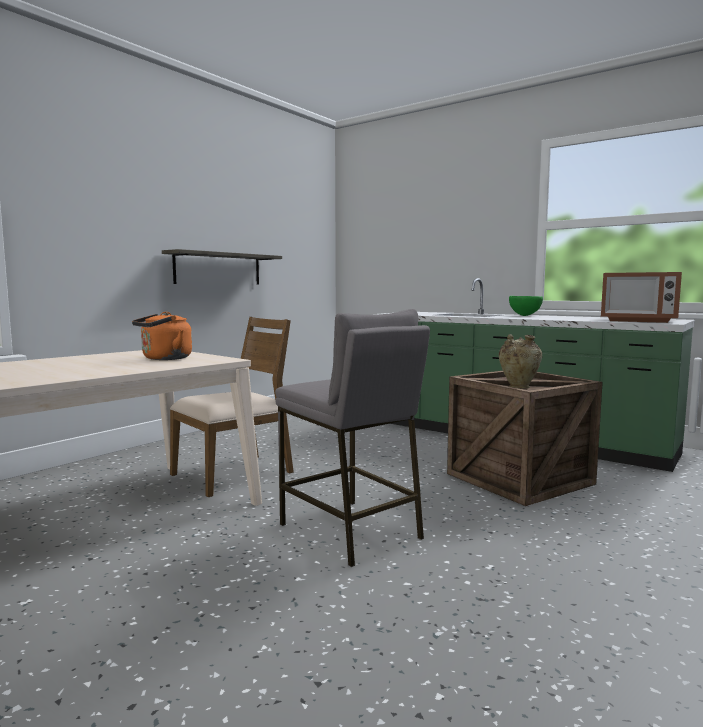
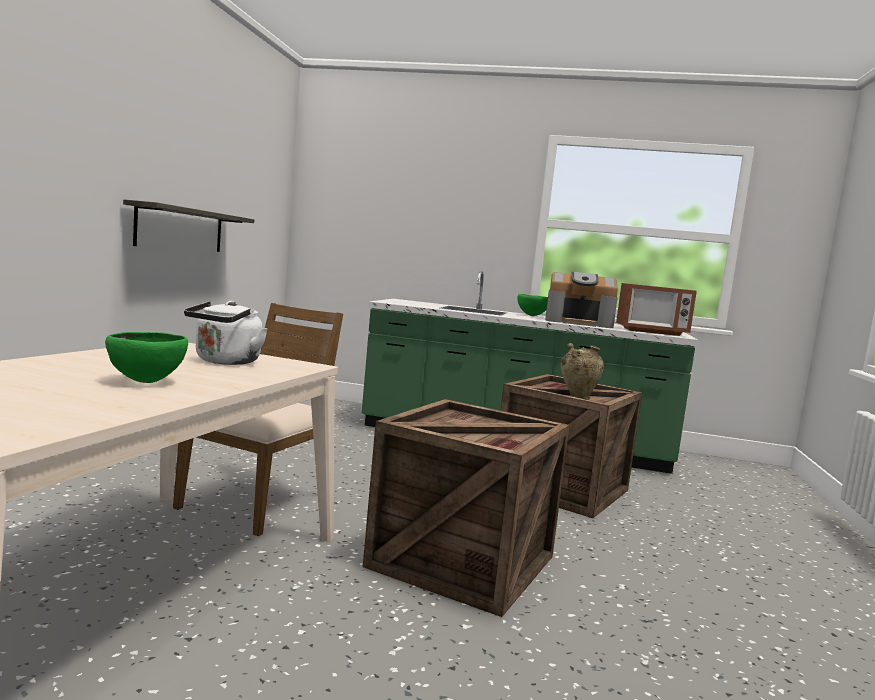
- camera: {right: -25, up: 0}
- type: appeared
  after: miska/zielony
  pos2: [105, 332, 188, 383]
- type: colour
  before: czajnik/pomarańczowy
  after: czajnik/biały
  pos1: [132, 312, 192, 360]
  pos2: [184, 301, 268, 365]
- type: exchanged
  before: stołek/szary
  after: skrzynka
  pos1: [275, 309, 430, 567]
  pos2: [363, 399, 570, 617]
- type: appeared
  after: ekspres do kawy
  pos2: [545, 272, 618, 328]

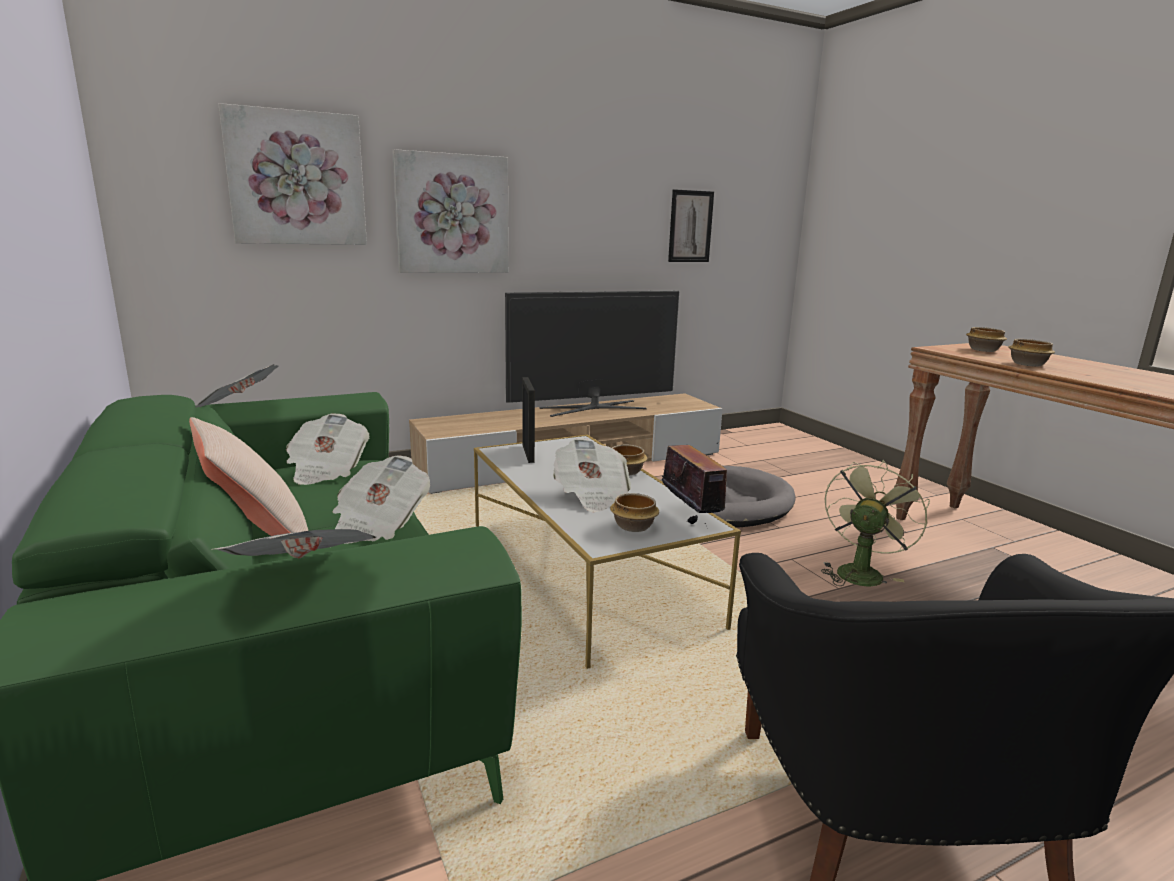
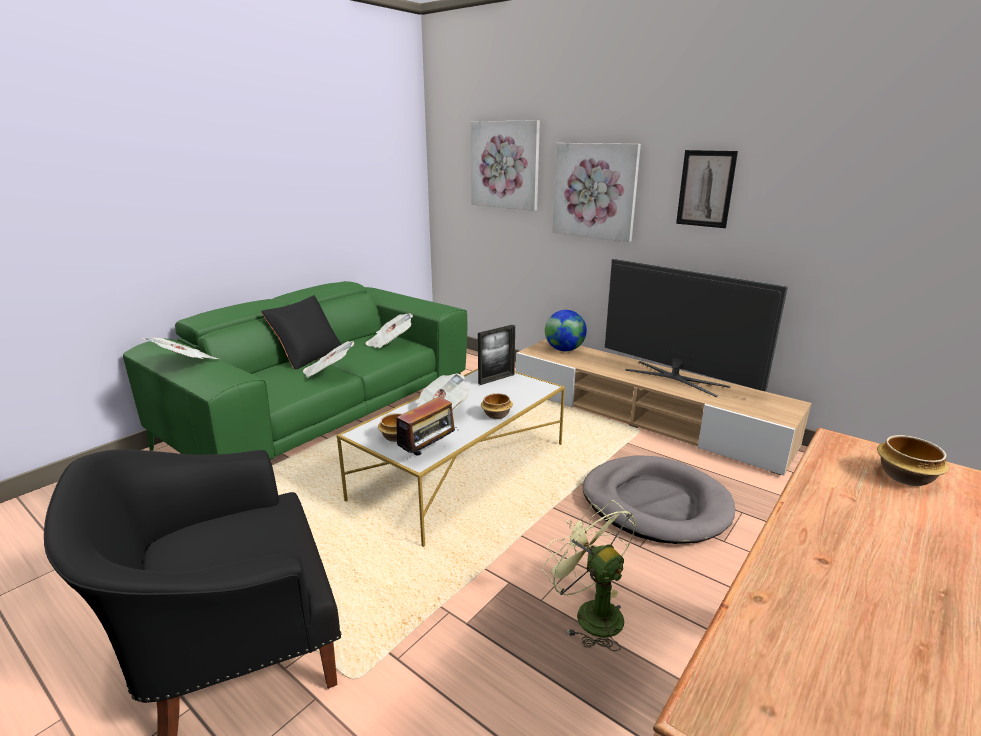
- camera: {right: 65, up: 5}
- type: colour
  before: poduszka/beżowy
  after: poduszka/czarny
  pos1: [189, 417, 308, 536]
  pos2: [261, 295, 342, 370]
- type: spun
  before: wentylator/zielony
  pos1: [821, 460, 930, 586]
  pos2: [542, 500, 636, 651]
  turn: -135
- type: appeared
  after: globus
  pos2: [545, 310, 587, 351]
- type: relocated
  before: obraz
  pos1: [668, 189, 714, 262]
  pos2: [676, 150, 738, 228]
- type: missing
  before: gazeta
  pos1: [195, 364, 279, 408]
- type: missing
  before: miska
  pos1: [1008, 339, 1055, 367]

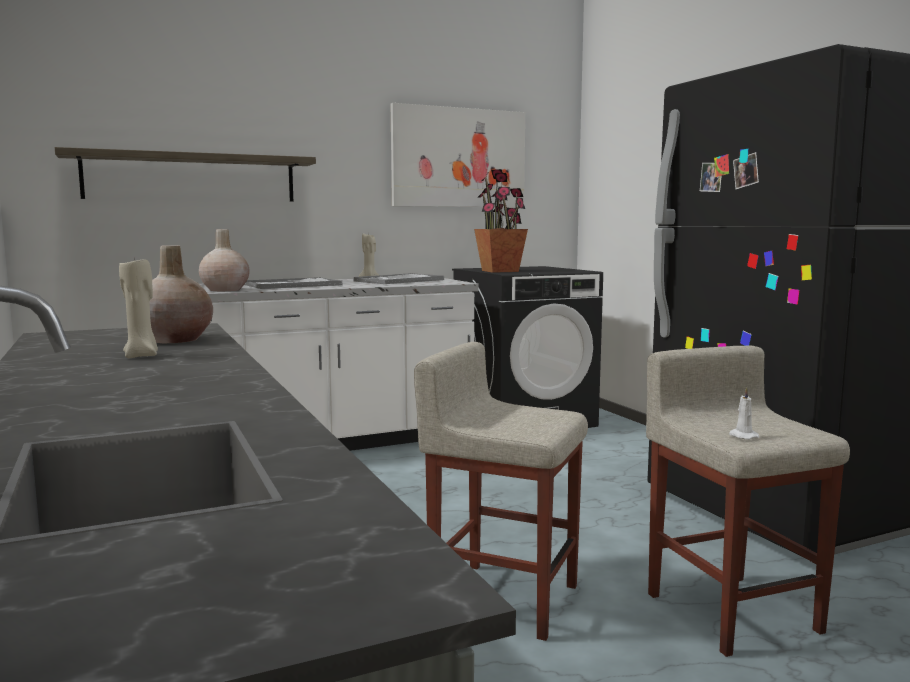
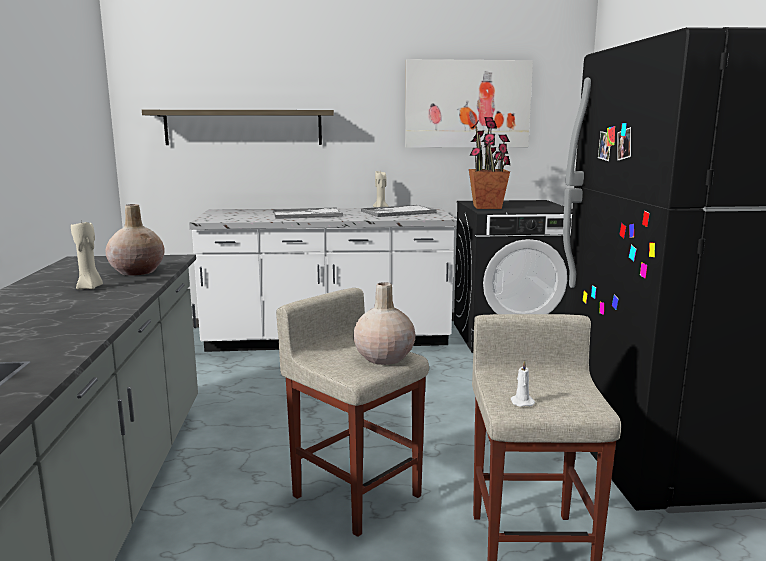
- camera: {right: 20, up: 5}
- type: relocated
  before: wazon/beżowy
  pos1: [199, 229, 250, 291]
  pos2: [353, 282, 415, 365]

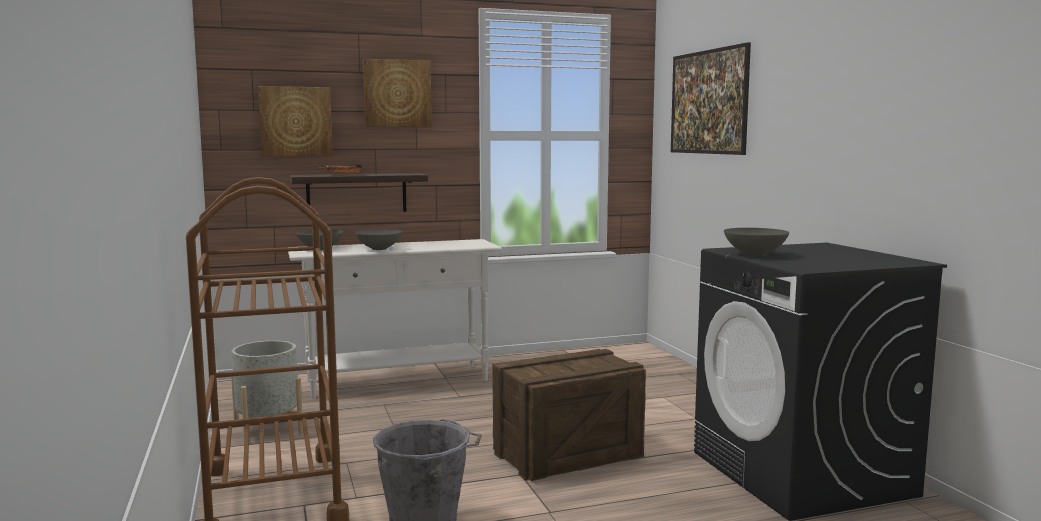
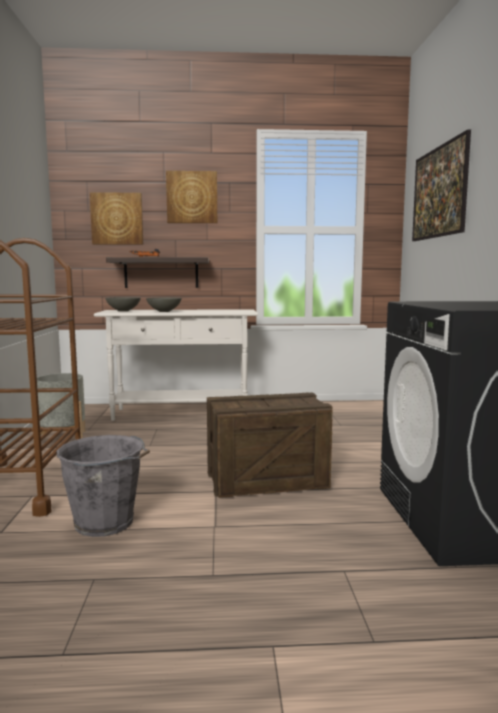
- camera: {right: 15, up: 0}
- type: missing
  before: miska/szary
  pos1: [724, 228, 789, 256]

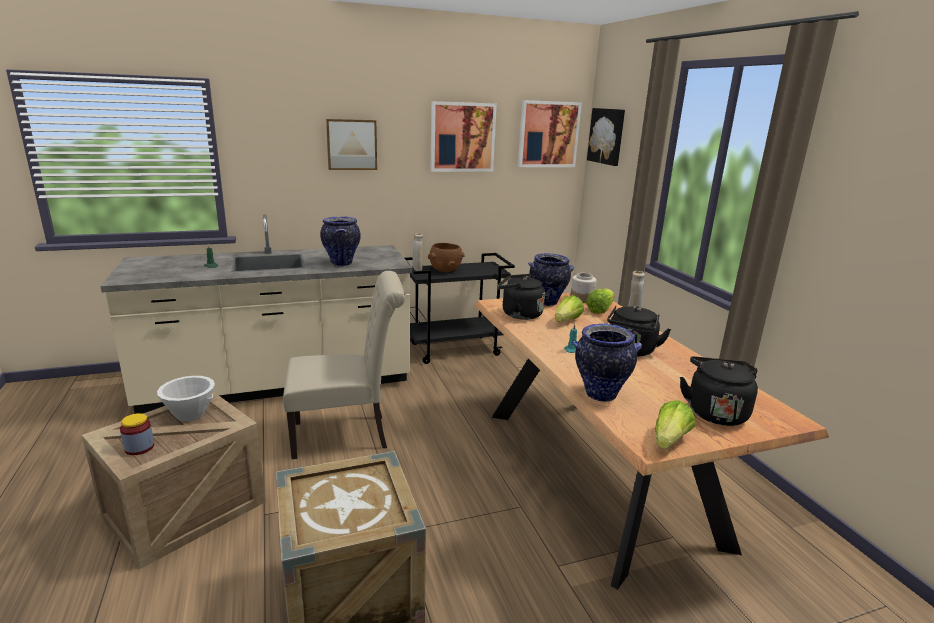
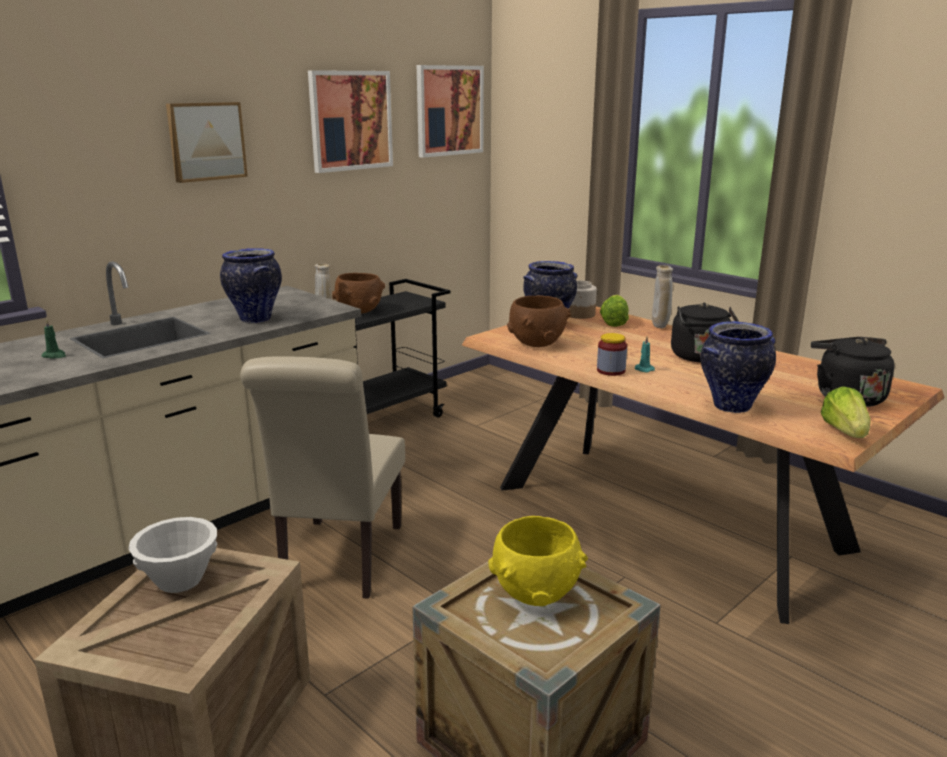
- camera: {right: -25, up: 0}
- type: spun
  before: krzesło/beżowy
  pos1: [283, 271, 405, 459]
  pos2: [240, 356, 405, 599]
  turn: 135
- type: appeared
  after: miska/żółty
  pos2: [488, 516, 588, 606]
- type: exchanged
  before: czajnik/czarny
  after: miska/brązowy
  pos1: [497, 274, 545, 320]
  pos2: [507, 295, 571, 347]
- type: relocated
  before: słoik
  pos1: [120, 413, 154, 455]
  pos2: [597, 333, 627, 376]
- type: missing
  before: sałata
  pos1: [555, 295, 584, 322]
- type: missing
  before: obraz
  pos1: [587, 108, 625, 166]

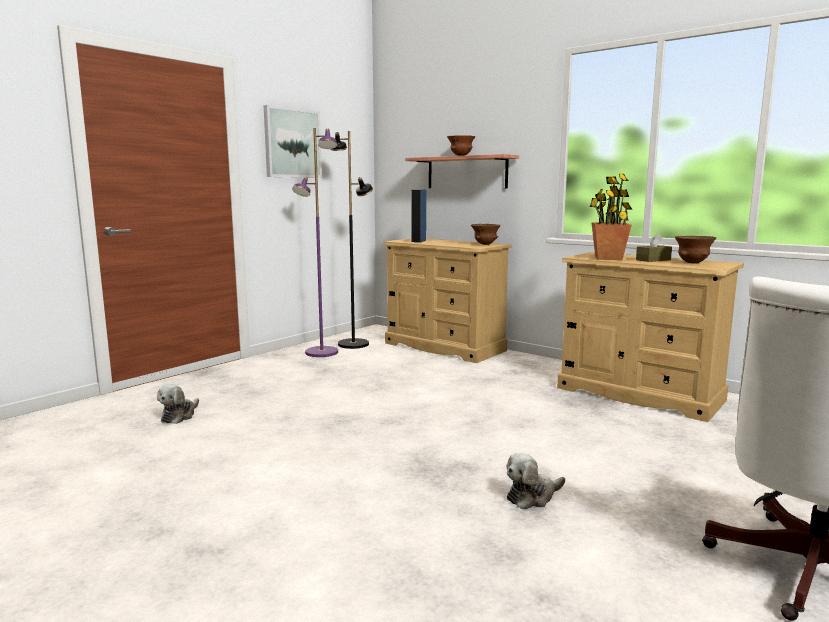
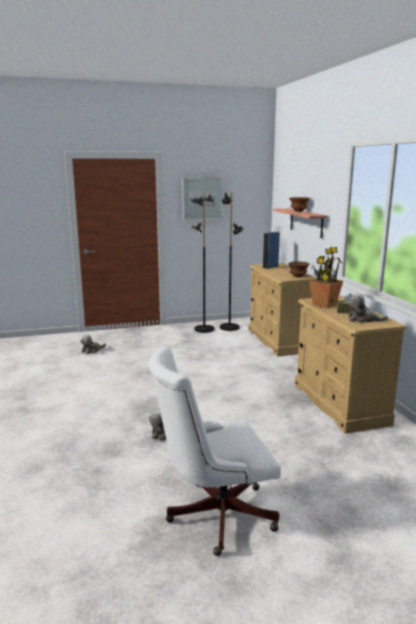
- camera: {right: 35, up: 5}
- type: colour
  before: lampa stojąca/fioletowy
  after: lampa stojąca/czarny
  pos1: [292, 128, 338, 357]
  pos2: [191, 193, 214, 333]
- type: exchanged
  before: miska/brązowy
  after: pluszak
  pos1: [675, 236, 716, 264]
  pos2: [347, 294, 388, 323]

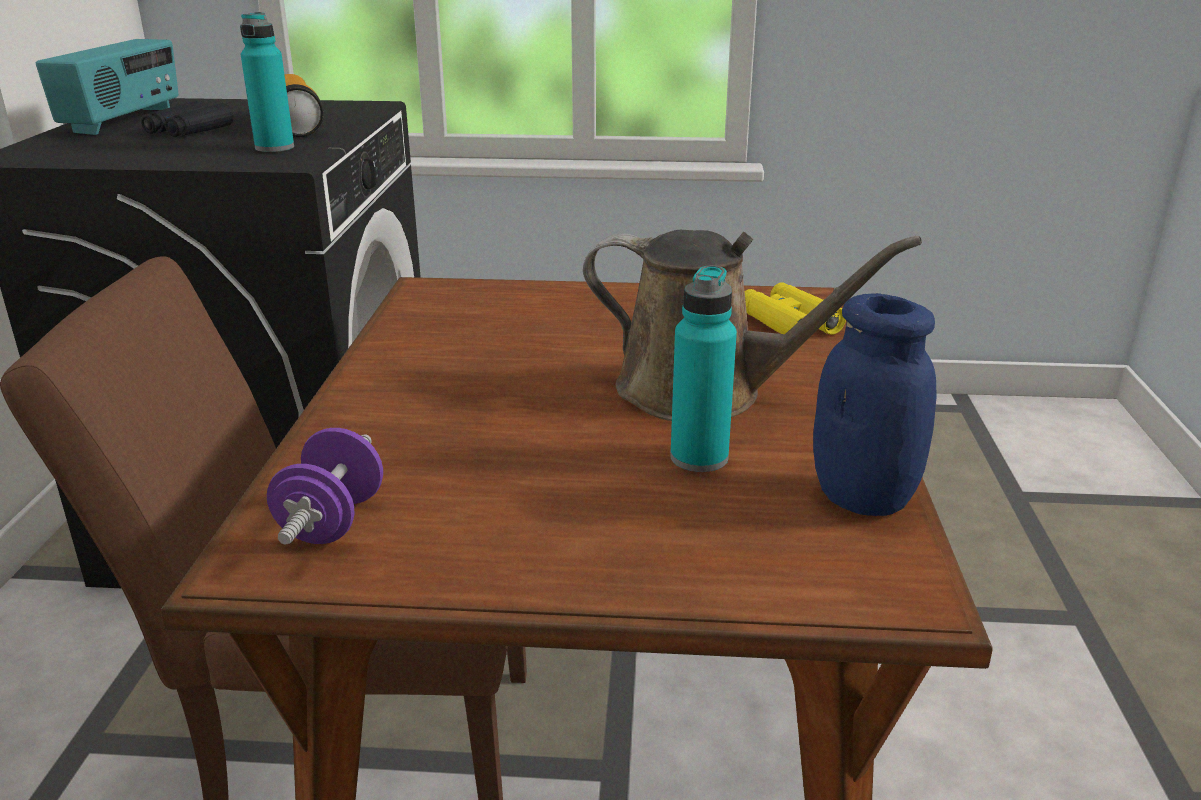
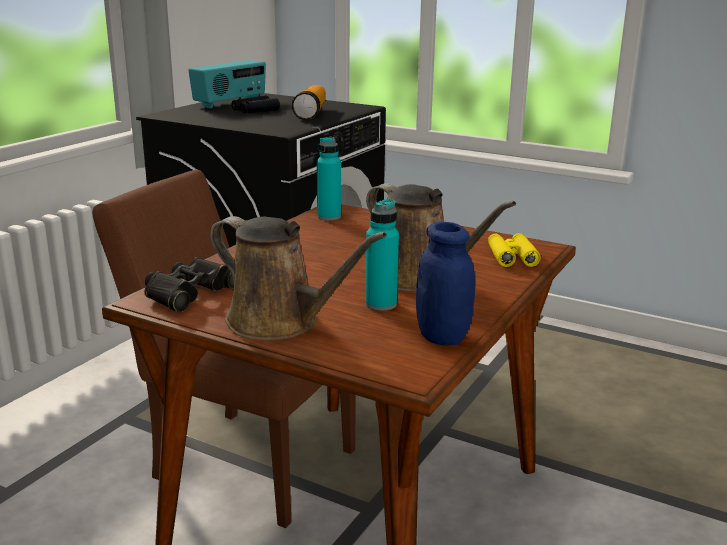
- camera: {right: 25, up: -5}
- type: exchanged
  before: hantel/fioletowy
  after: lornetka/czarny
  pos1: [267, 428, 383, 545]
  pos2: [144, 257, 234, 312]
- type: appeared
  after: konewka/brązowy
  pos2: [210, 216, 387, 341]
- type: relocated
  before: butelka/turkusowy
  pos1: [240, 12, 294, 152]
  pos2: [317, 137, 341, 220]

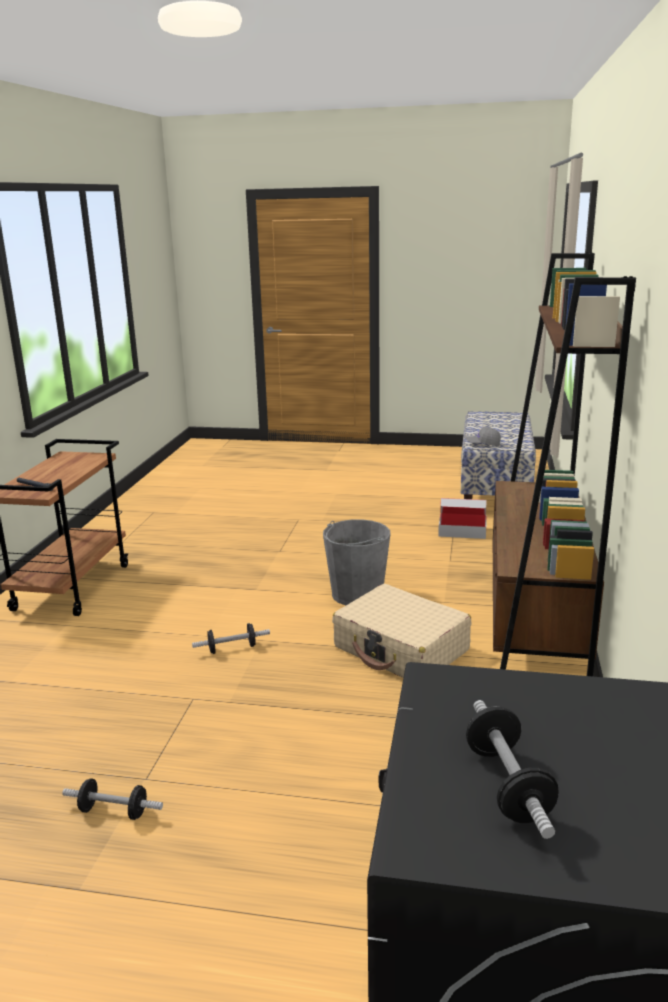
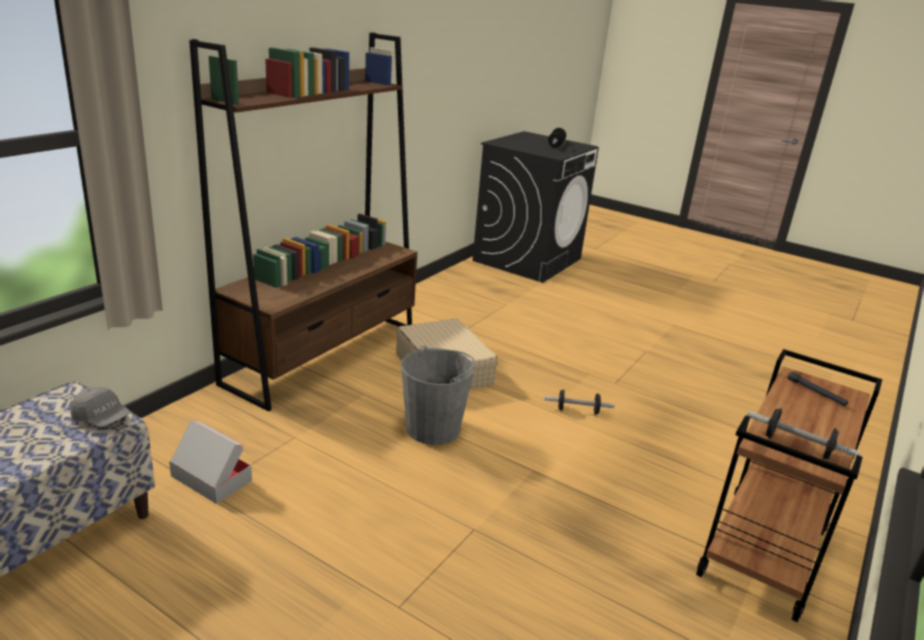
- camera: {right: -160, up: 5}
- type: relocated
  before: hantel
  pos1: [62, 778, 163, 820]
  pos2: [747, 408, 861, 460]

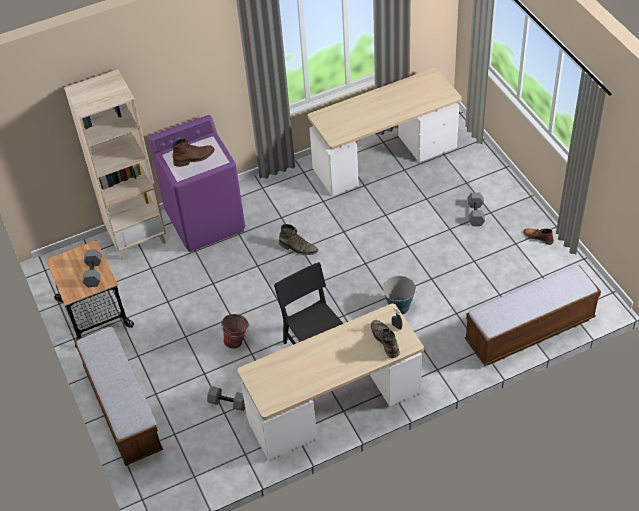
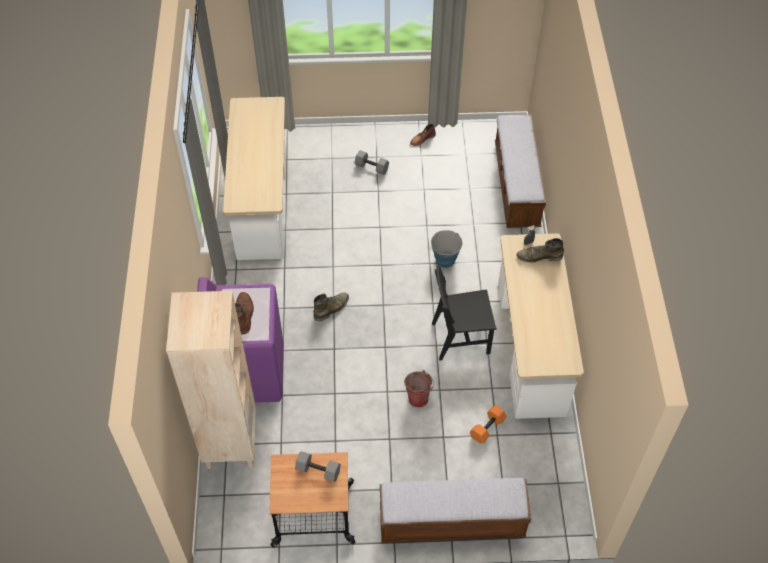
- camera: {right: -70, up: 5}
- type: colour
  before: hantel/szary
  after: hantel/pomarańczowy
  pos1: [207, 386, 245, 411]
  pos2: [470, 405, 507, 444]

